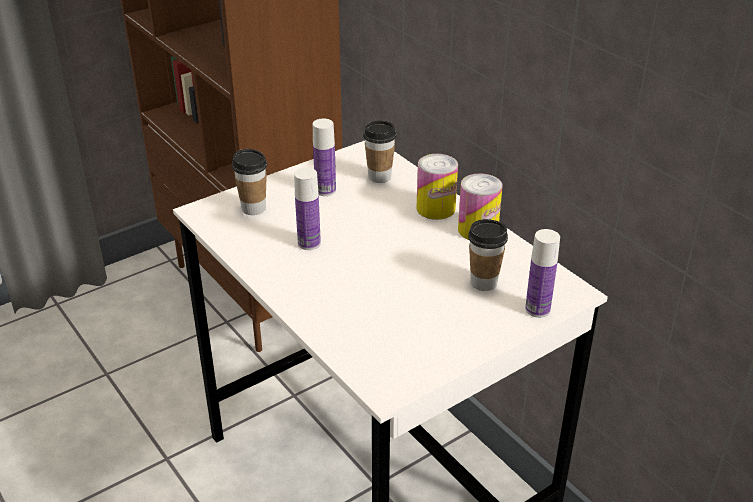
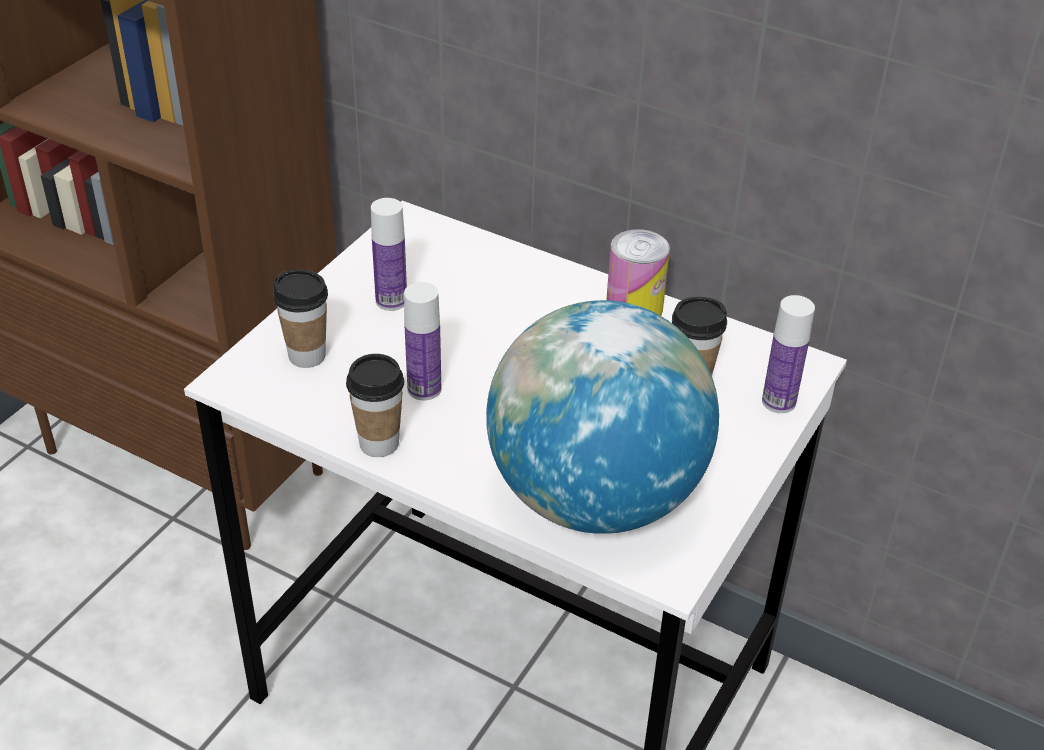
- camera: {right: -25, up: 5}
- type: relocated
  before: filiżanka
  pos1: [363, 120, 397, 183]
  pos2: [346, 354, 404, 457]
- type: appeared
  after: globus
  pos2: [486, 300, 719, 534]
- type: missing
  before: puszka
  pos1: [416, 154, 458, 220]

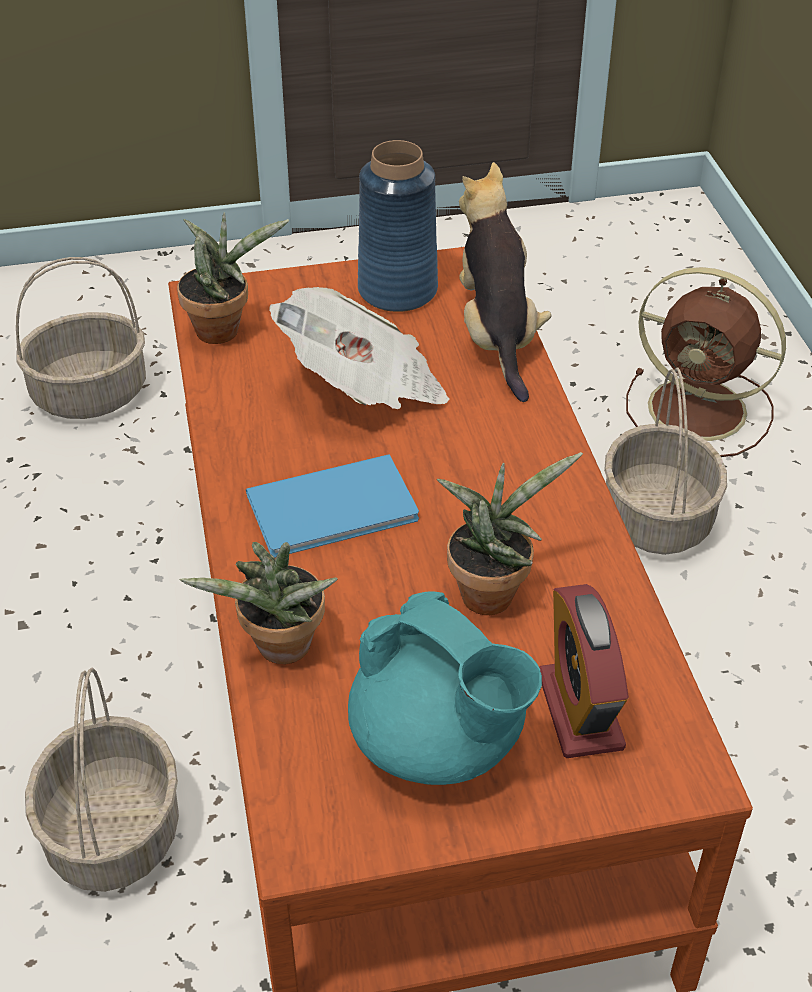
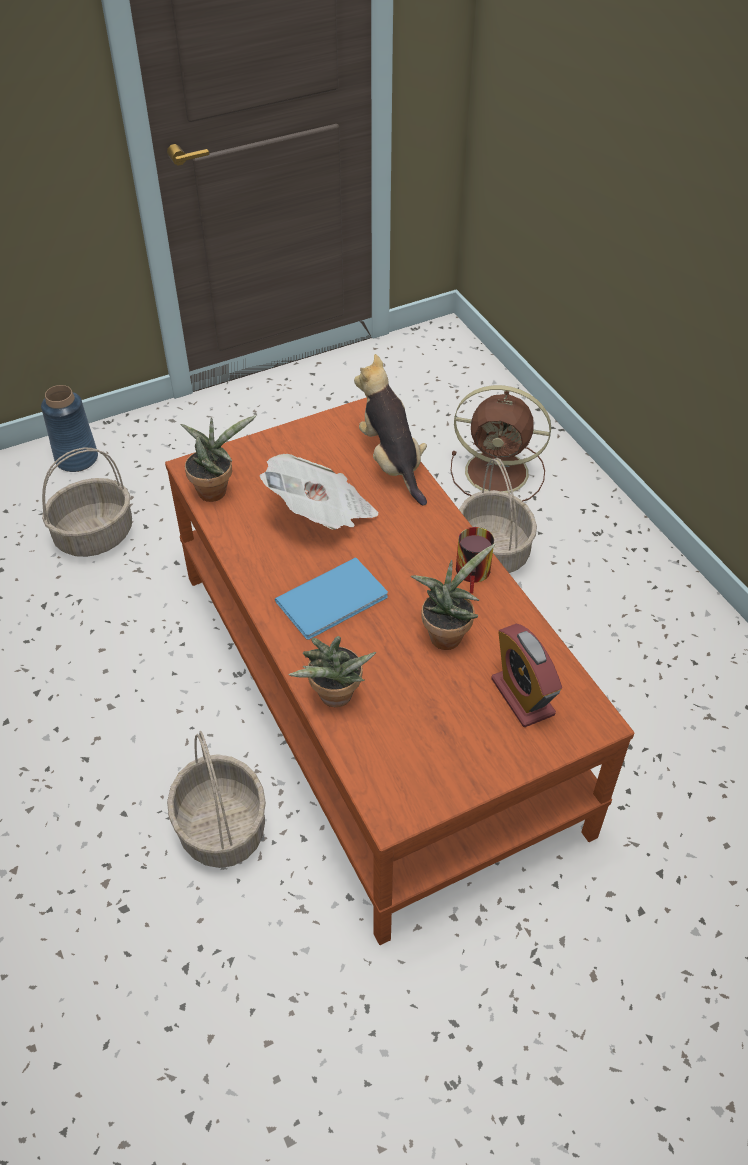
- camera: {right: -15, up: 5}
- type: relocated
  before: wazon/niebieski
  pos1: [358, 140, 438, 312]
  pos2: [41, 385, 98, 472]
- type: appeared
  after: kubek
  pos2: [456, 527, 494, 594]
- type: missing
  before: imbryk/turkusowy
  pos1: [348, 591, 542, 785]

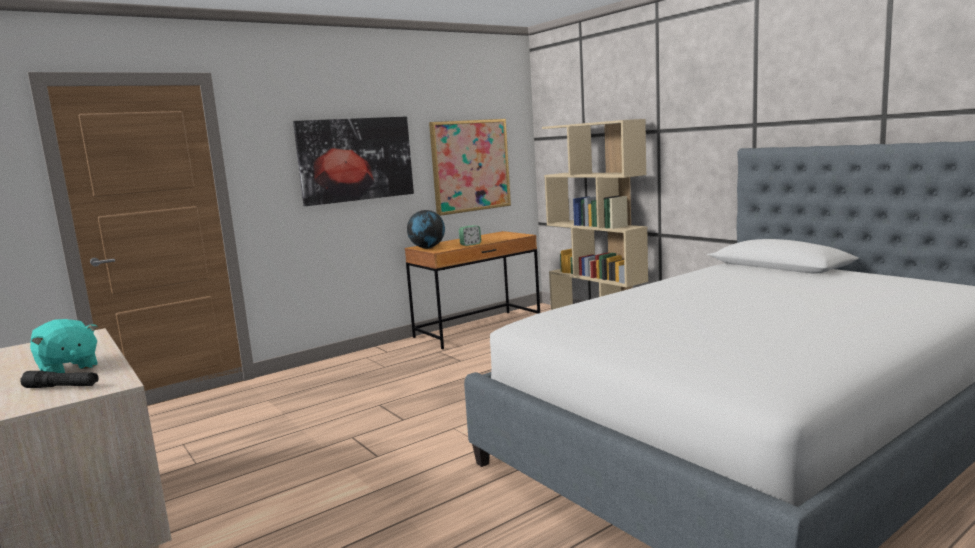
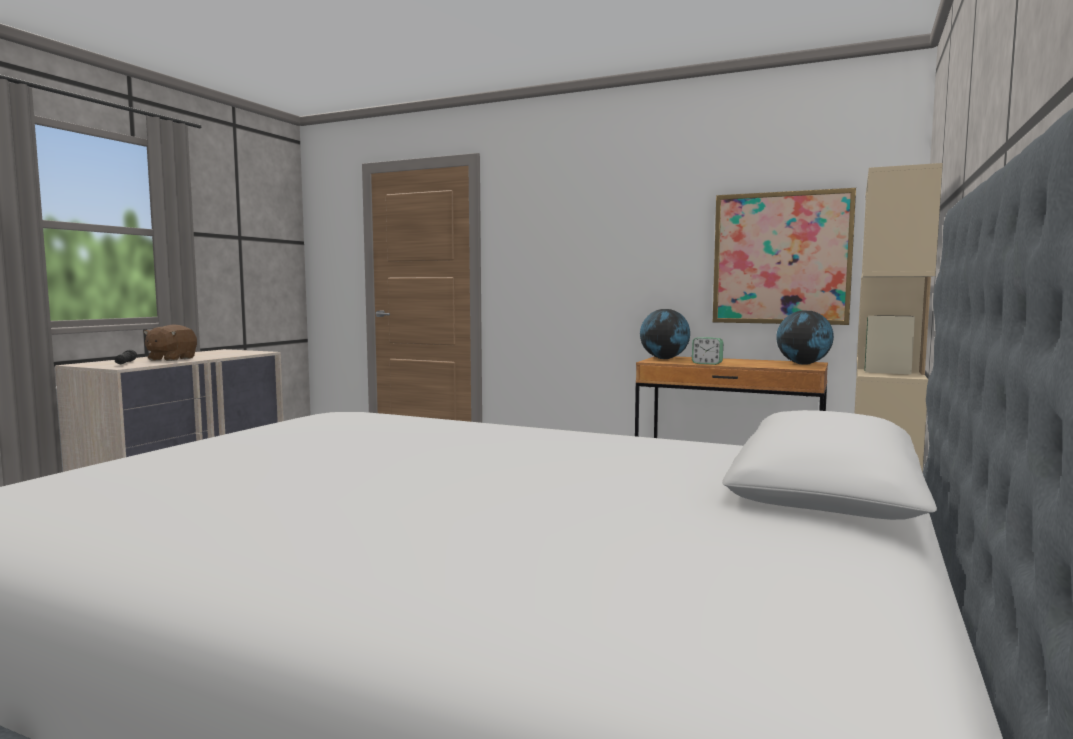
- camera: {right: 60, up: -5}
- type: colour
  before: pluszak/turkusowy
  after: pluszak/brązowy
  pos1: [30, 319, 98, 373]
  pos2: [144, 325, 197, 361]
- type: appeared
  after: globus
  pos2: [776, 311, 834, 365]
- type: missing
  before: obraz
  pos1: [293, 116, 414, 206]

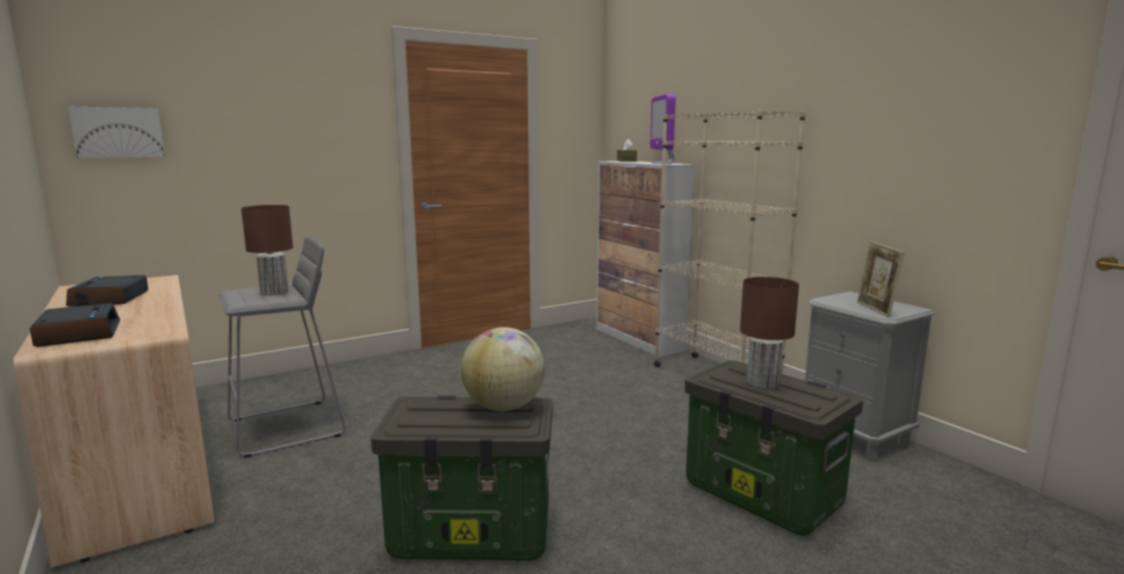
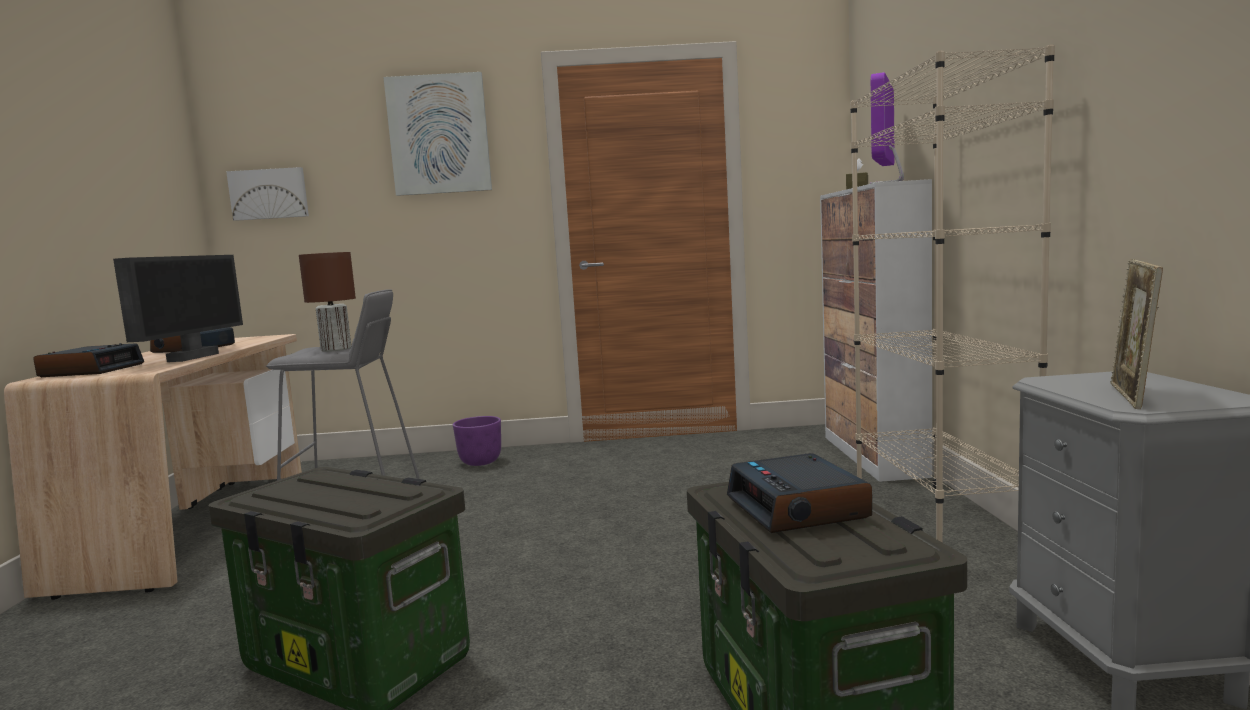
- camera: {right: 30, up: -5}
- type: appeared
  after: monitor
  pos2: [113, 255, 243, 362]
- type: appeared
  after: obraz
  pos2: [383, 72, 492, 196]
- type: appeared
  after: donica/fioletowy
  pos2: [453, 416, 501, 466]
- type: exchanged
  before: lampa stołowa/brązowy
  after: budzik
  pos1: [740, 277, 799, 389]
  pos2: [727, 453, 872, 533]
- type: missing
  before: globus
  pos1: [461, 327, 545, 411]

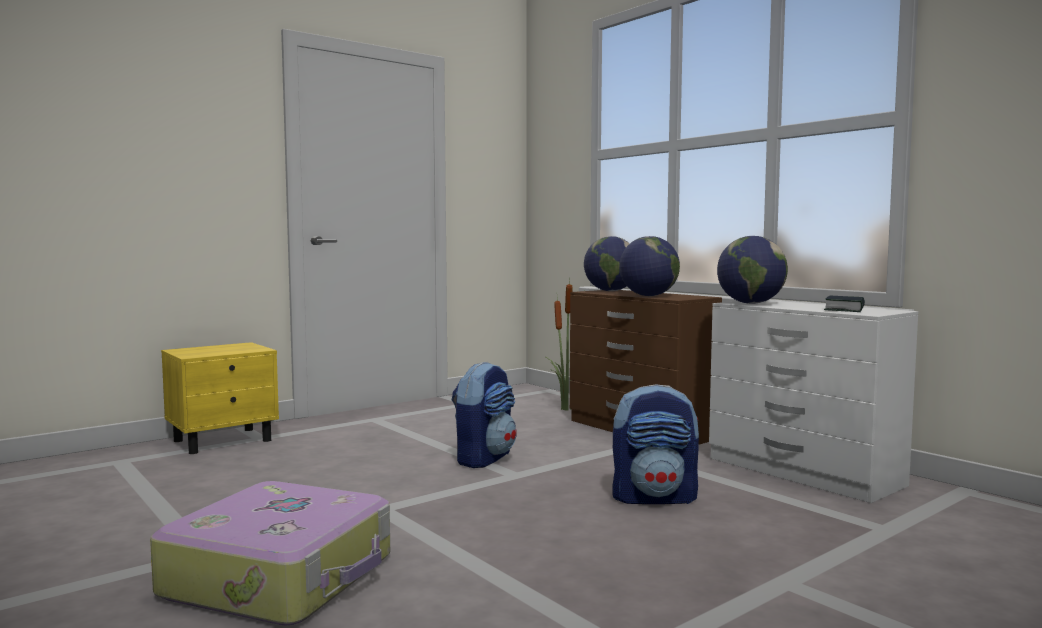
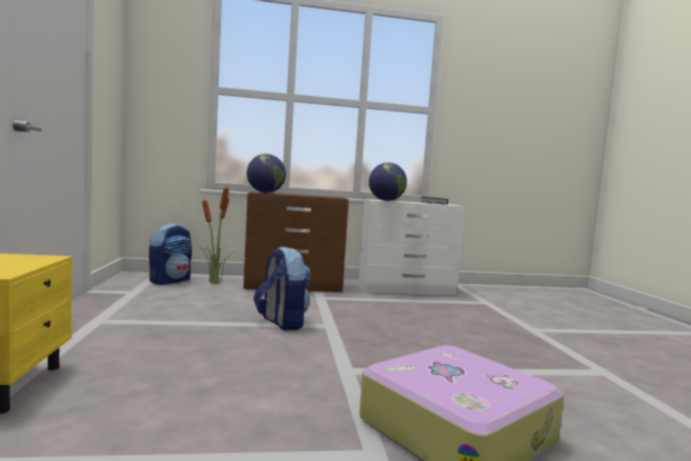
- camera: {right: -60, up: 0}
- type: relocated
  before: plecak
  pos1: [612, 384, 699, 504]
  pos2: [149, 223, 192, 285]
- type: missing
  before: globus
  pos1: [619, 236, 680, 296]

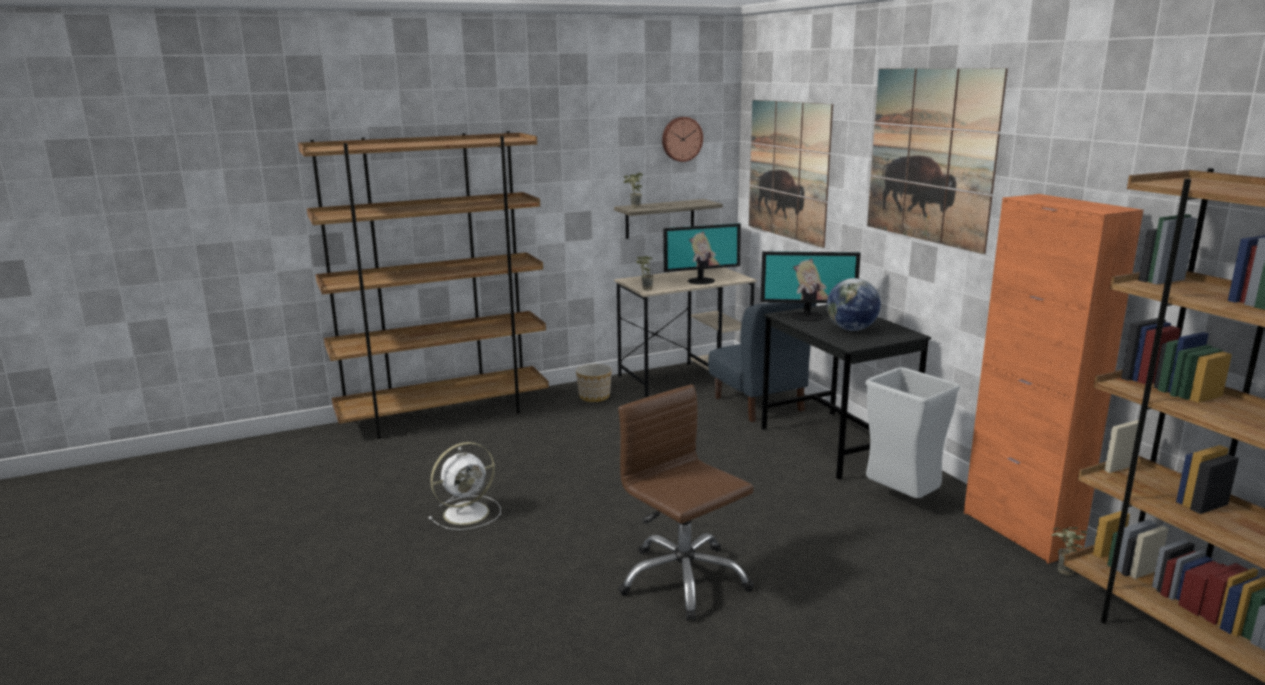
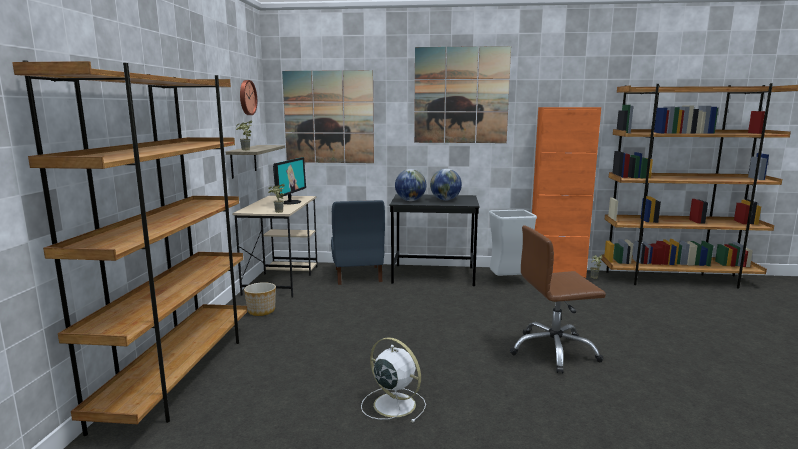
- camera: {right: -60, up: -5}
- type: spun
  before: krzesło/niebieski
  pos1: [708, 302, 817, 422]
  pos2: [331, 200, 385, 285]
  turn: 75
- type: spun
  before: wentylator/biały
  pos1: [428, 442, 501, 530]
  pos2: [361, 337, 426, 423]
  turn: -45
- type: exchanged
  before: monitor
  after: globus
  pos1: [761, 251, 861, 321]
  pos2: [395, 169, 426, 201]

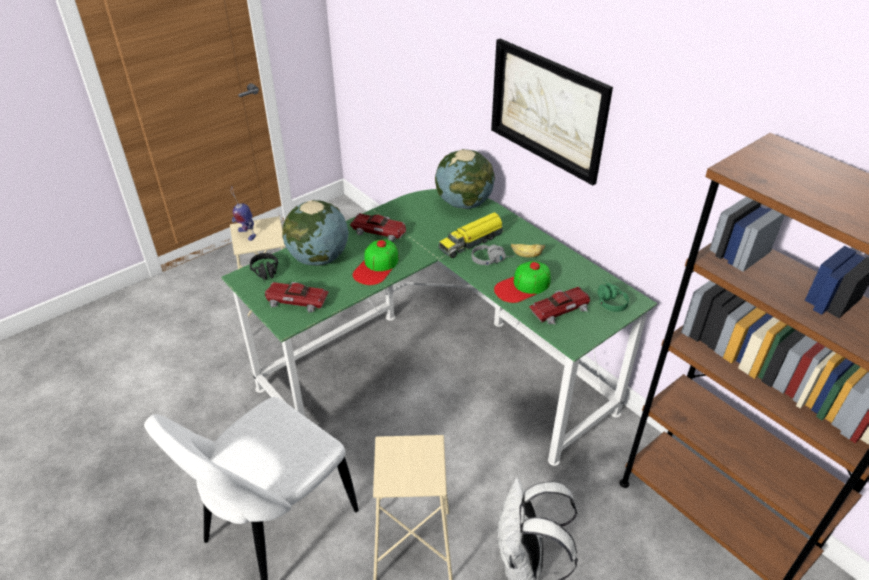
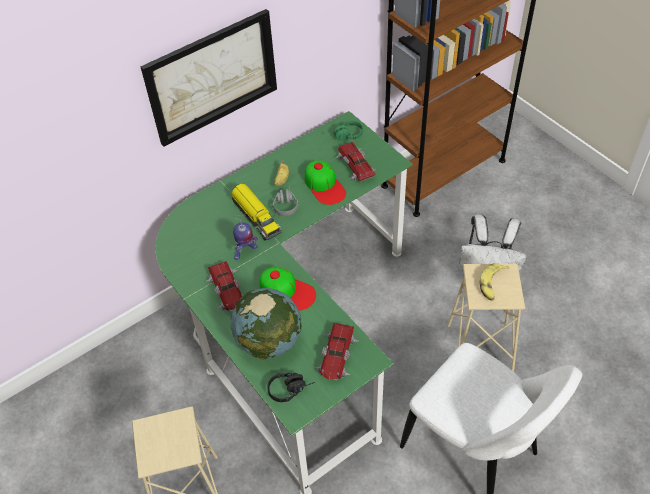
- camera: {right: -85, up: 10}
- type: spun
  before: samochodzik
  pos1: [350, 213, 406, 242]
  pos2: [206, 261, 243, 311]
  turn: 135
- type: relocated
  before: robot zabawkowy
  pos1: [231, 186, 256, 241]
  pos2: [233, 215, 258, 260]
- type: appeared
  after: banan
  pos2: [480, 263, 509, 301]
- type: missing
  before: globus
  pos1: [435, 149, 495, 209]

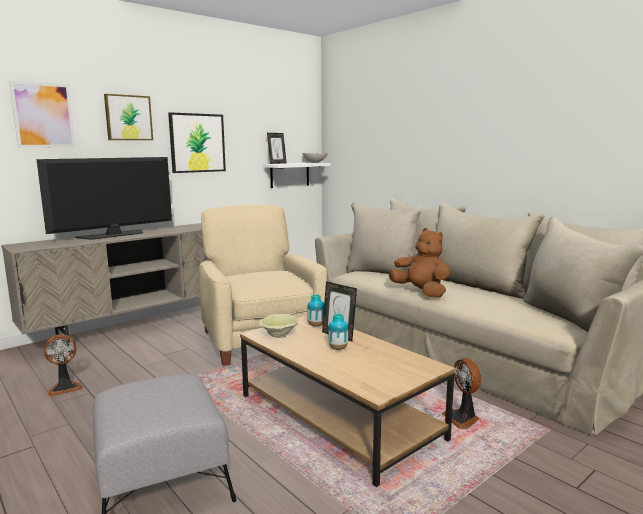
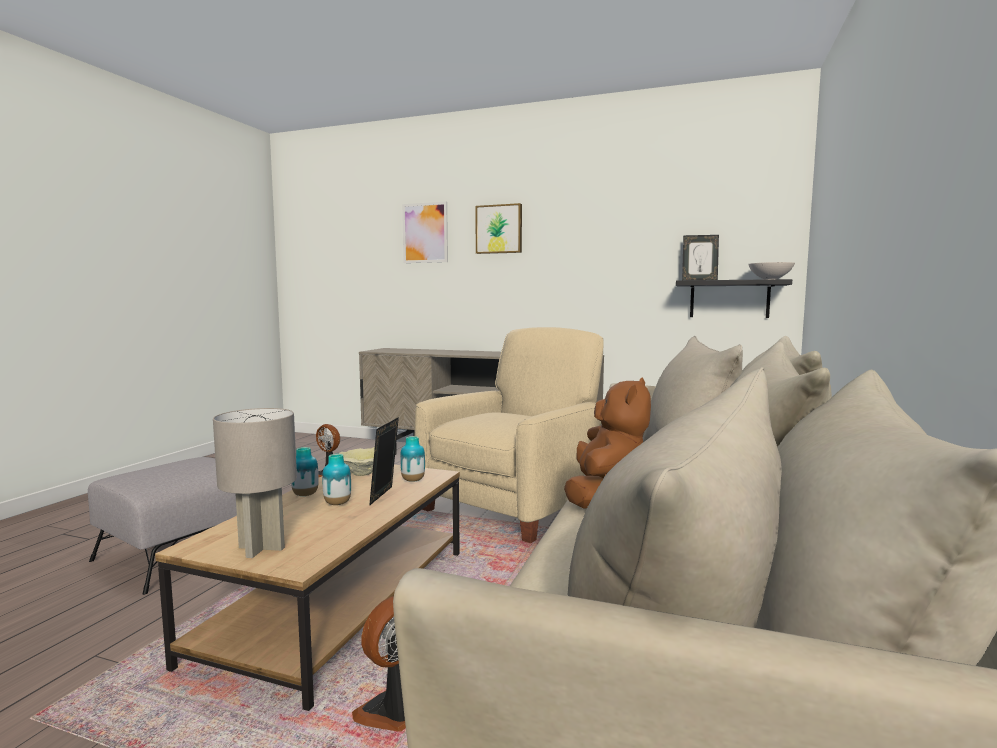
- camera: {right: 60, up: -5}
- type: appeared
  after: lampa stołowa/szary
  pos2: [213, 408, 297, 558]
- type: appeared
  after: wazon
  pos2: [291, 447, 319, 496]
- type: colour
  before: półka/biały
  after: półka/czarny
  pos1: [263, 163, 330, 188]
  pos2: [676, 279, 792, 318]
- type: missing
  before: telewizor
  pos1: [37, 157, 172, 240]
- type: missing
  before: obraz
  pos1: [168, 112, 226, 173]

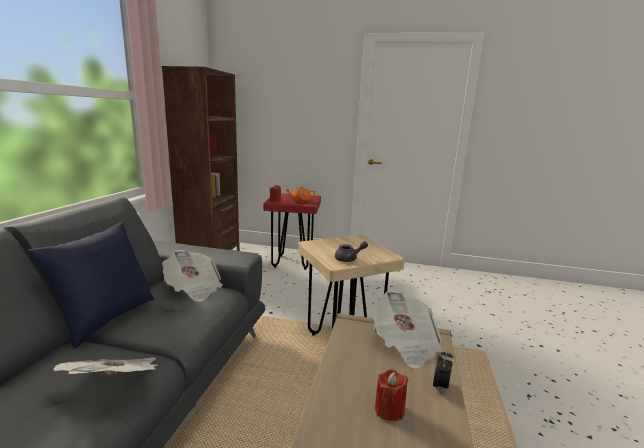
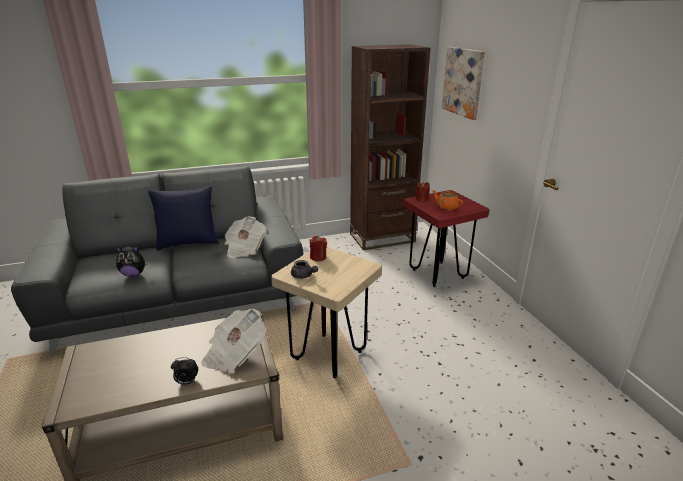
- camera: {right: 60, up: 10}
- type: exchanged
  before: gazeta
  after: pluszak
  pos1: [53, 357, 158, 375]
  pos2: [116, 246, 149, 277]
- type: relocated
  before: świeca/czerwony
  pos1: [375, 369, 408, 421]
  pos2: [310, 236, 327, 261]
- type: appeared
  after: obraz
  pos2: [442, 47, 485, 120]

